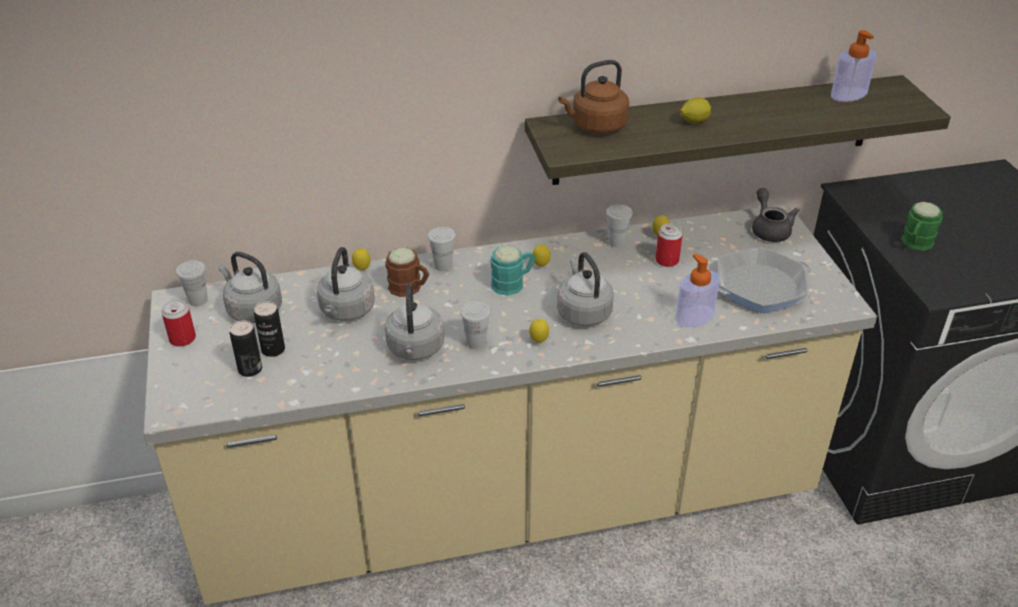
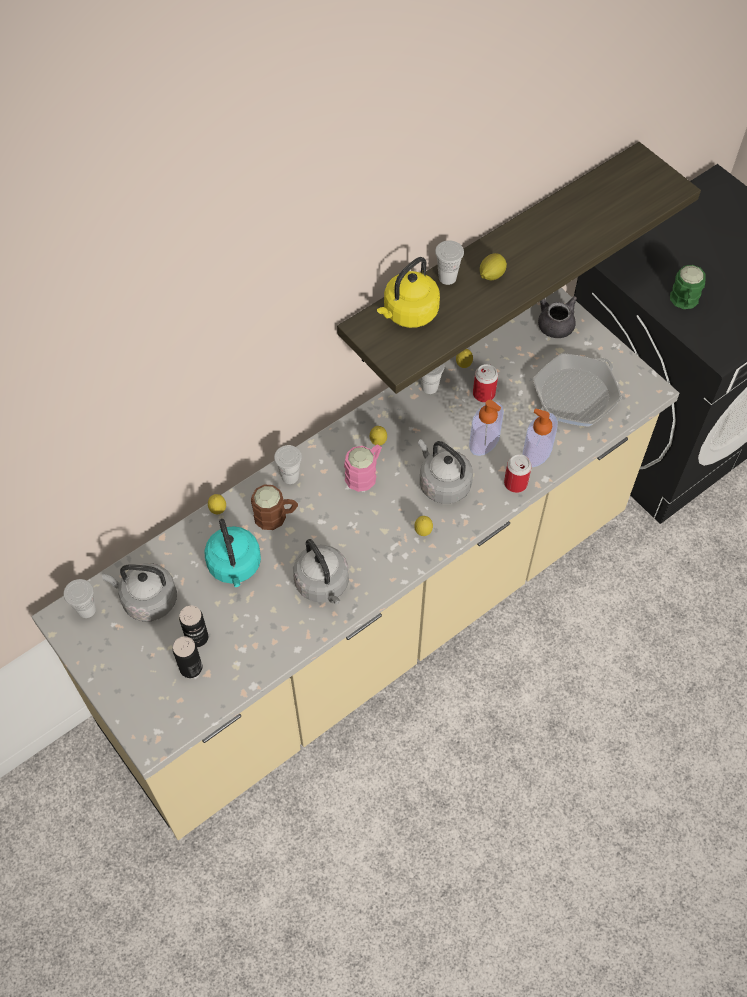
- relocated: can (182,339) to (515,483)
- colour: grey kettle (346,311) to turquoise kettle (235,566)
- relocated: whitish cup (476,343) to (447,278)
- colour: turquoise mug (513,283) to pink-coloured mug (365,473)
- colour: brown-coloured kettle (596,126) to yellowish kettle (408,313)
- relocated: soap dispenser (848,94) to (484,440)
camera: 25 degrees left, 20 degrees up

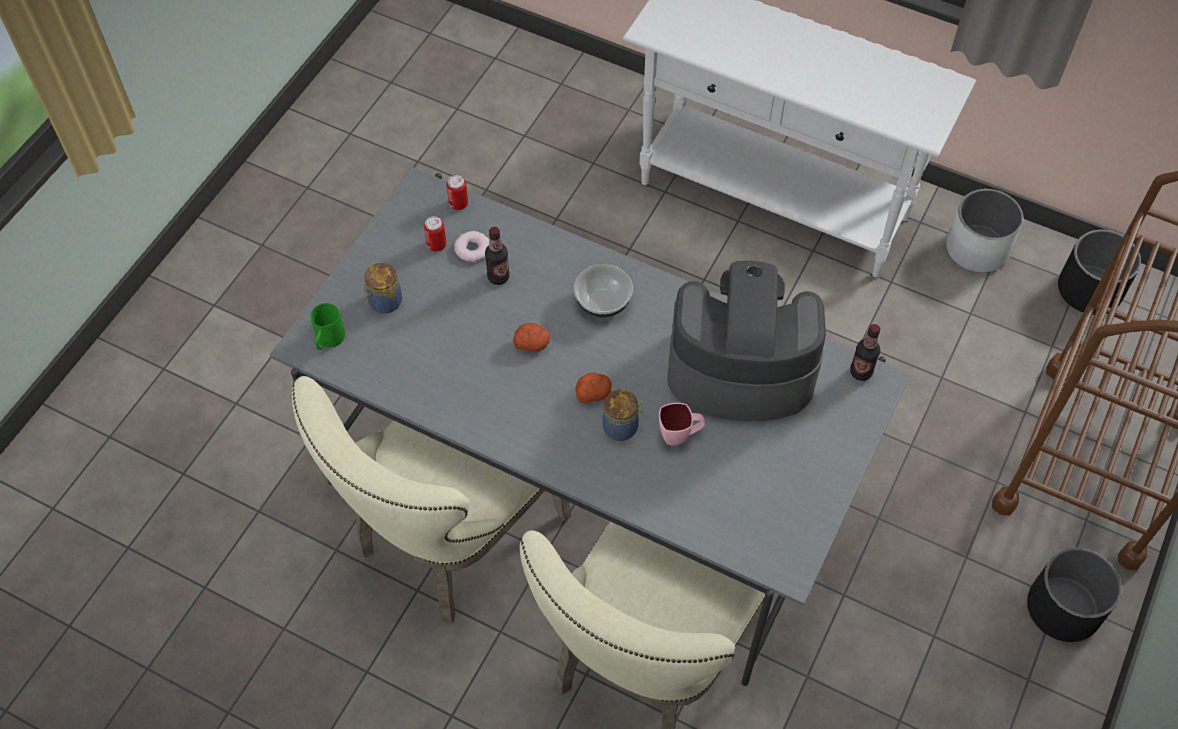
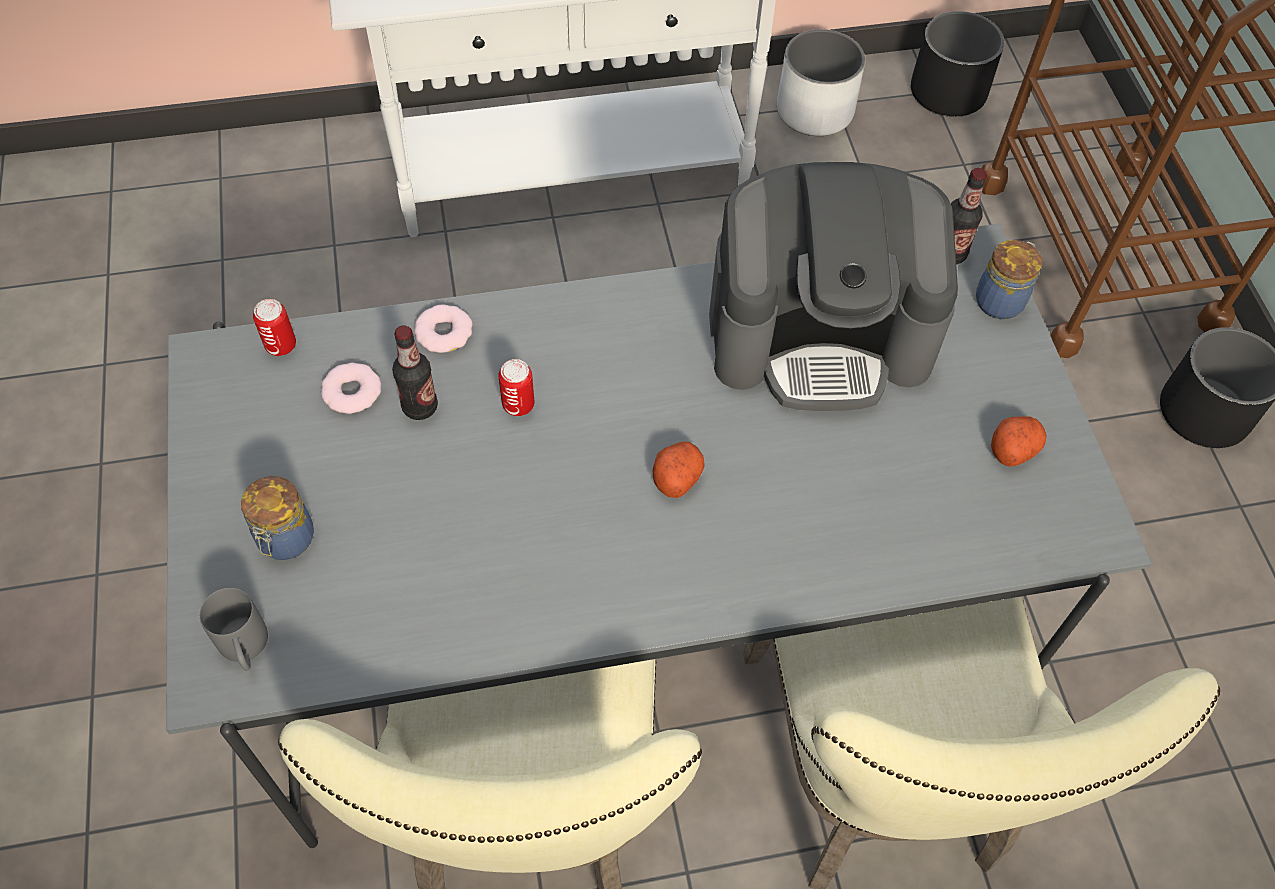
- colour: greenish mug (328,341) to grey mug (246,650)
- relocated: can (436,245) to (518,404)
- relocated: spud (532,343) to (1013,448)
- missing: serving bowl (602,302)
- relocated: preserve jar (622,427) to (1000,300)
- missing: pink-coloured mug (680,436)
- spun: coffee machine (740,368) = (820,333) 150 degrees counterclockwise
- appeared: donut (444,333)
camera: 40 degrees left, 0 degrees up

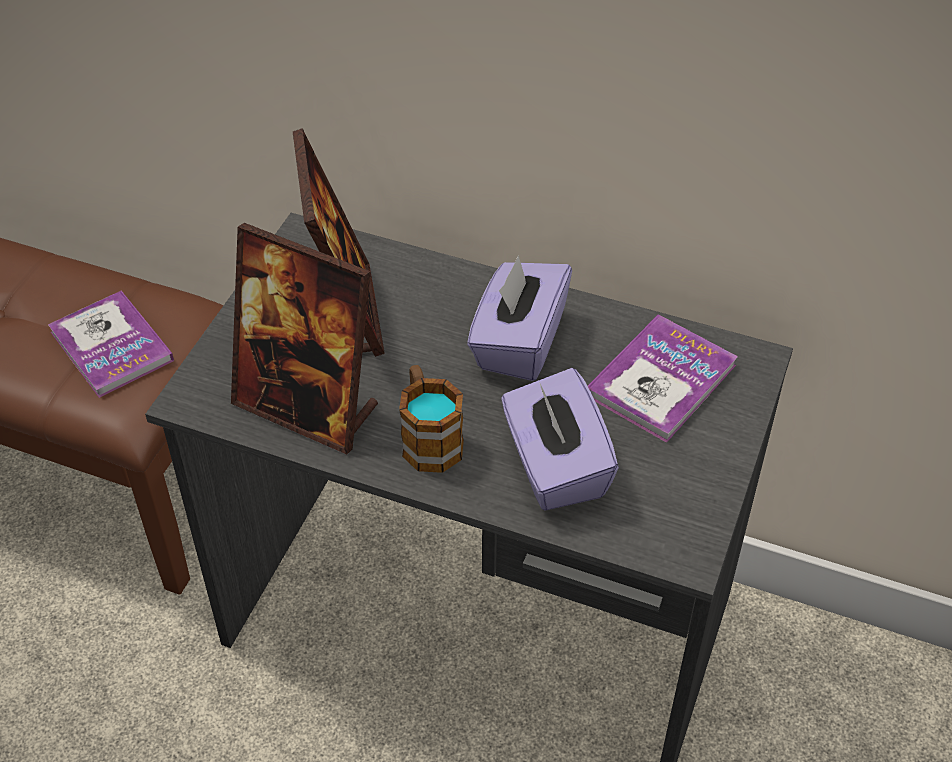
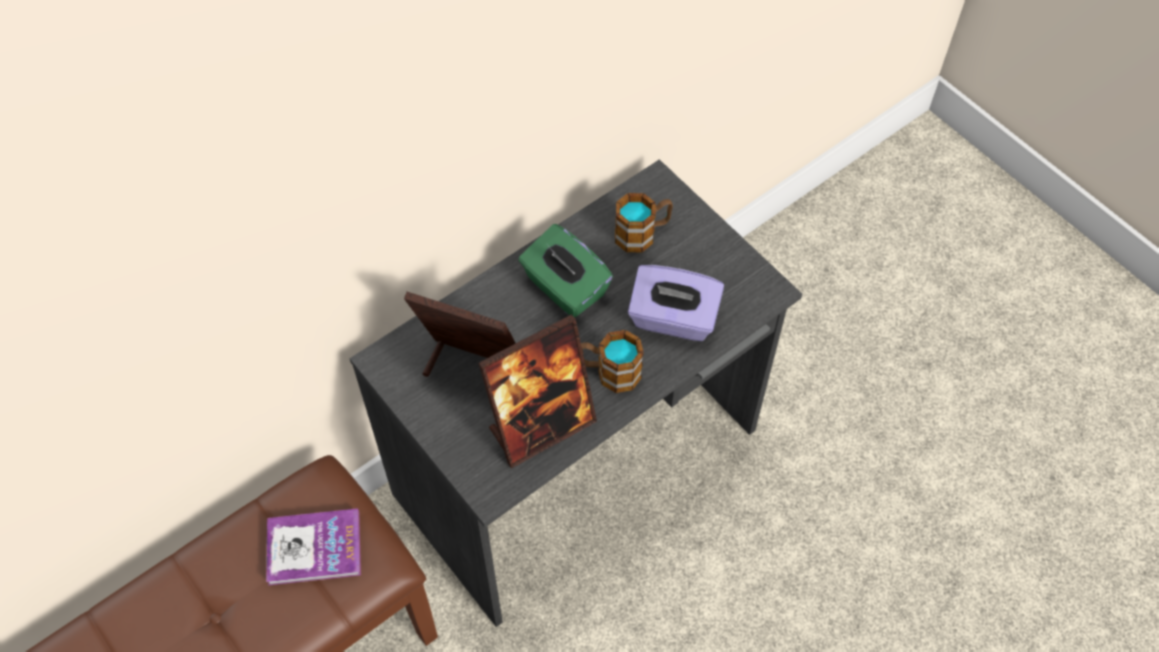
- colour: purple-coloured box of tissues (518,343) to greenish box of tissues (564,288)
- exchanged: bound book (661,380) to mug (642,233)
camera: 60 degrees left, 10 degrees up

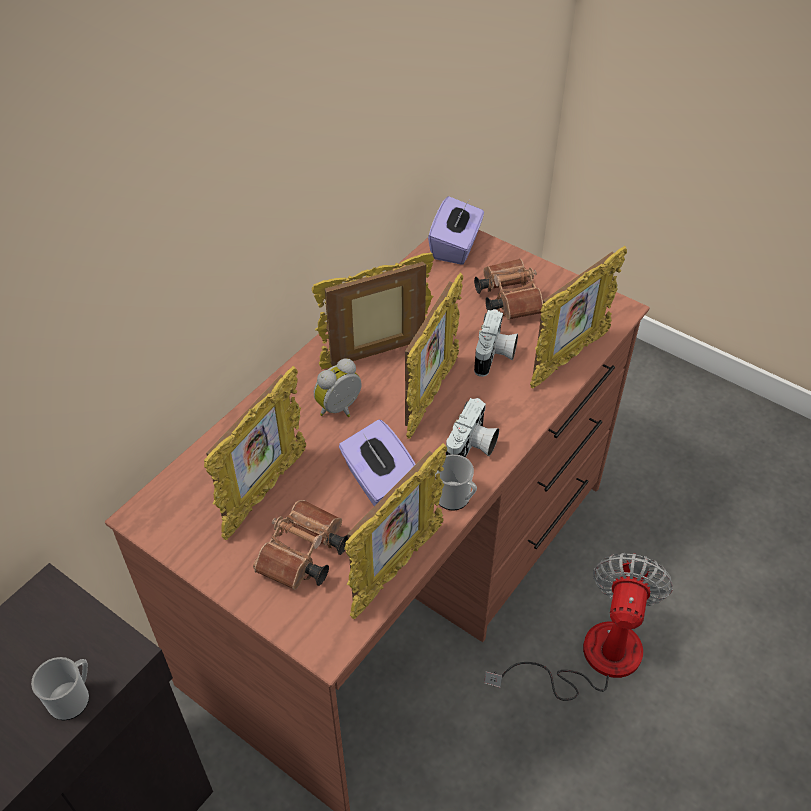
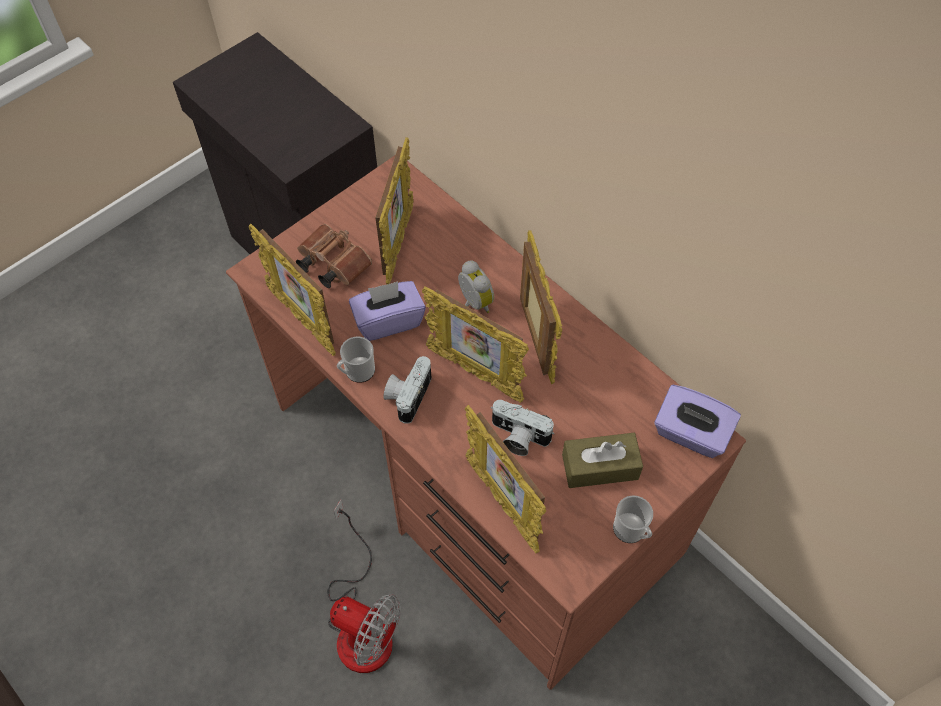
- relocated: mug (73,698) to (631,531)
- spun: picture frame (264,492) = (398,244) 120 degrees counterclockwise
- spun: photo camera (472,448) = (407,395) 75 degrees clockwise
- exchanged: brown-coloured pair of binoculars (507,299) to brown-coloured box of tissues (600,467)
camera: 100 degrees right, 10 degrees up

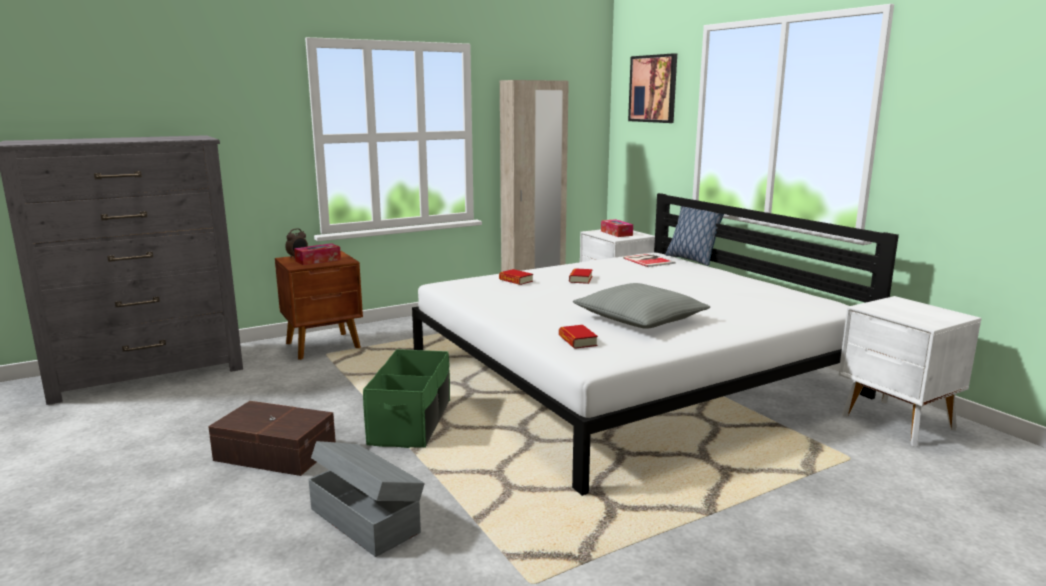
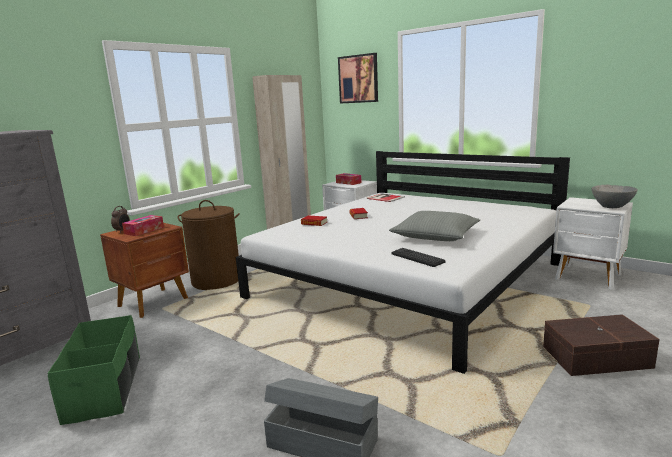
- relocated: brown-coloured storage bin (275,452) to (594,356)
- relocated: greenish storage bin (411,422) to (105,388)
- exchanged: bound book (577,341) to PC keyboard (417,258)
- missing: pillow (691,259)
- appeared: brown-coloured hamper (216,280)
- appeared: grey serving bowl (612,207)
camera: 20 degrees left, 0 degrees up

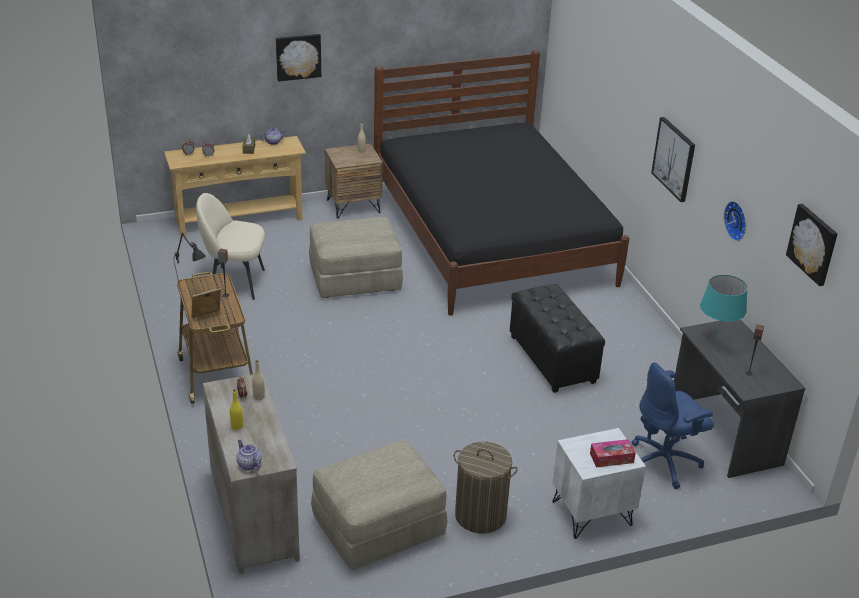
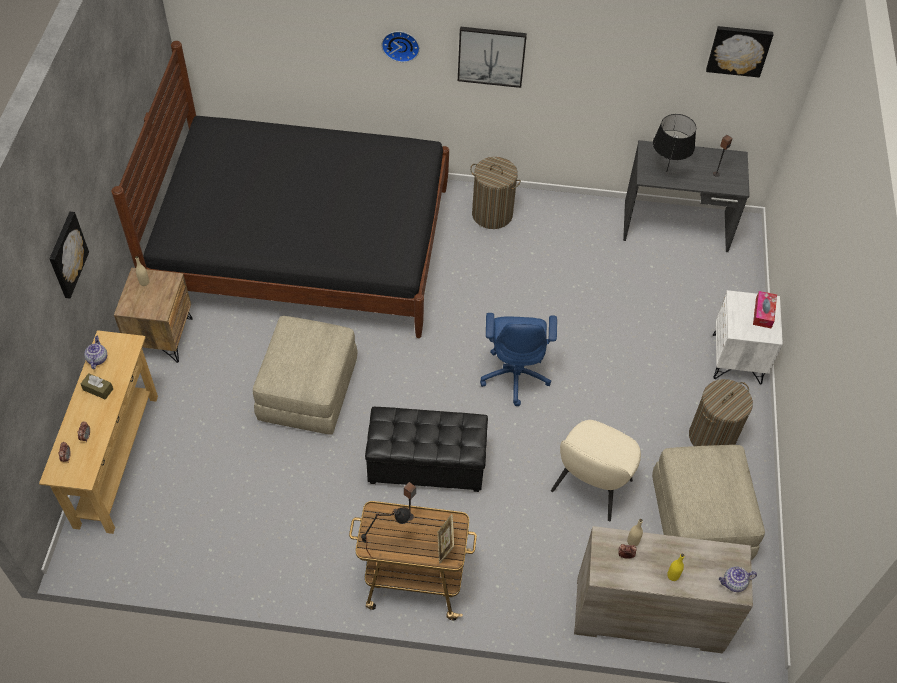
- relocated: sand-coloured plain chair (235,282) to (590,487)
- relocated: black-coloured pouffe (551,360) to (426,466)
- relocated: bluish computer chair (665,462) to (515,375)
- colour: turquoise table lamp (716,341) to black-coloured table lamp (666,171)
- relocated: hanging clock (737,220) to (401,44)
- appeared: hamper (492,214)
camera: 65 degrees left, 20 degrees up

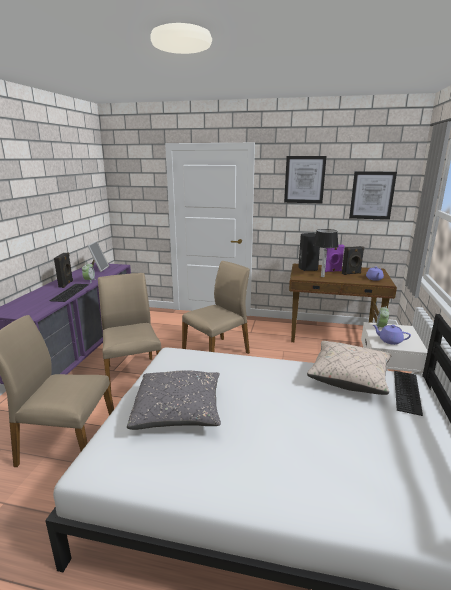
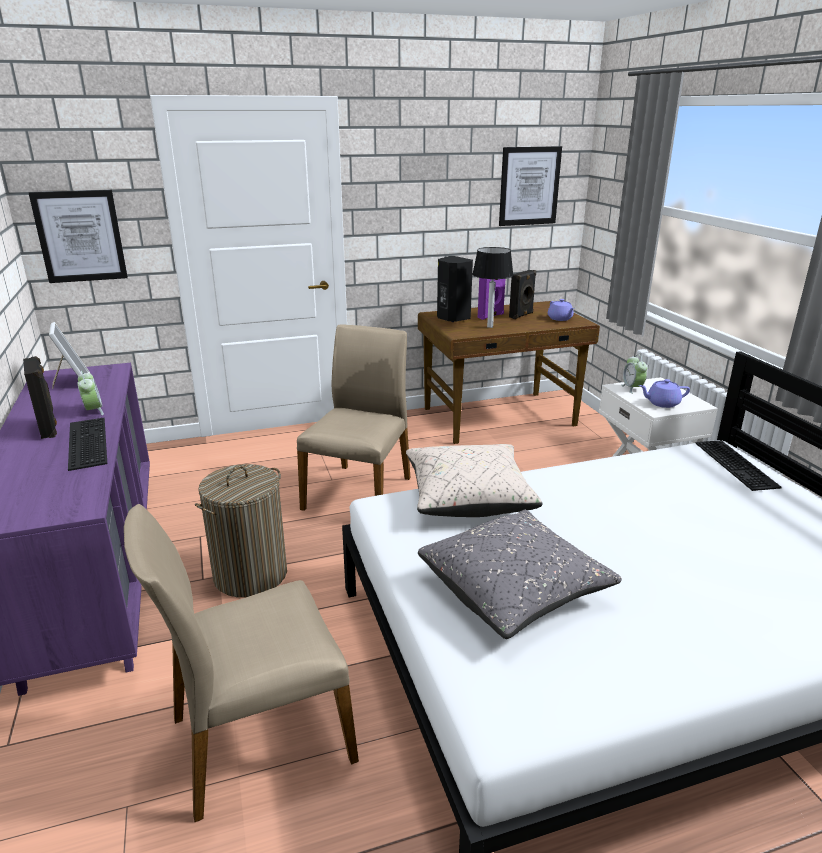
- exchanged: sand-coloured plain chair (133,375) to hamper (250,574)
- relocated: wall art (304,179) to (80,236)
- relocated: sand-coloured pillow (349,377) to (468,497)
camera: 30 degrees left, 5 degrees up

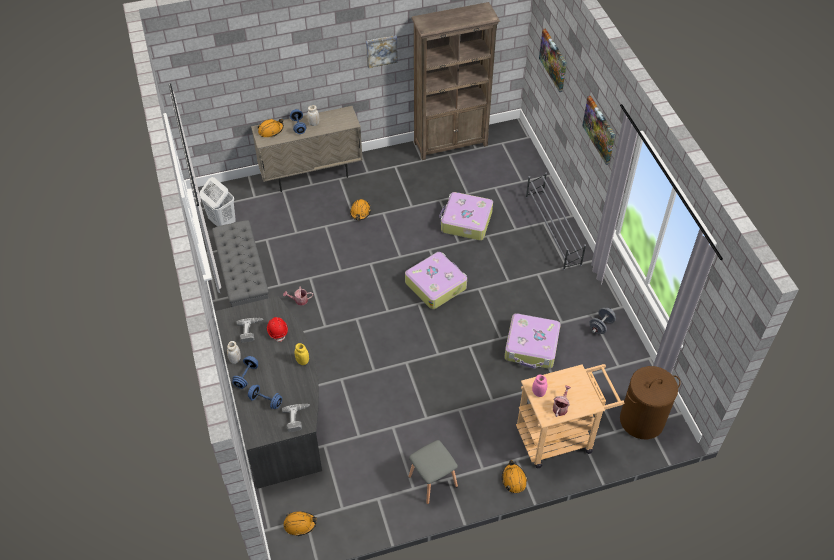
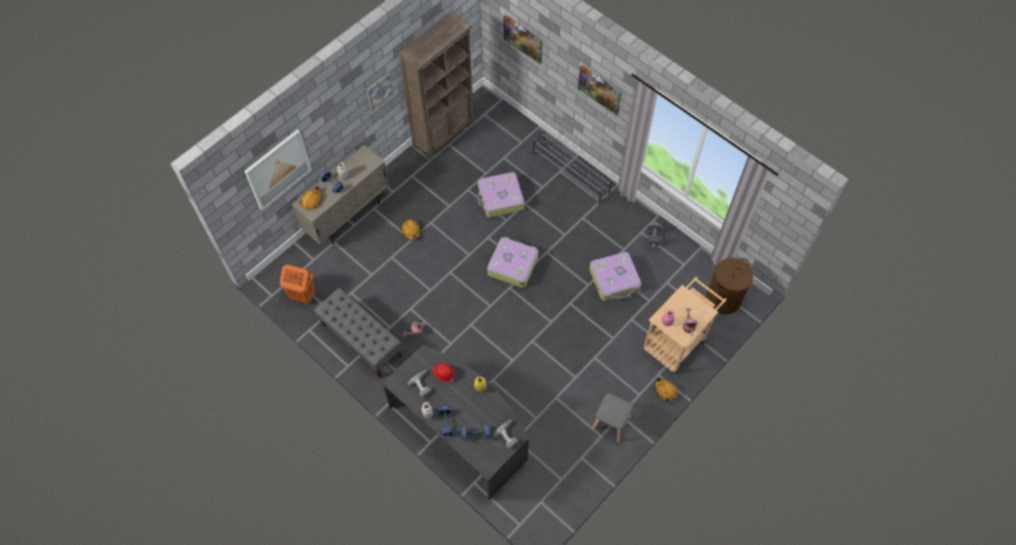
- colour: whitish hamper (222,222) to orangey hamper (302,295)
- missing: orangey hard hat (300,524)
- appeared: wall art (278,169)
camera: 30 degrees left, 10 degrees up

